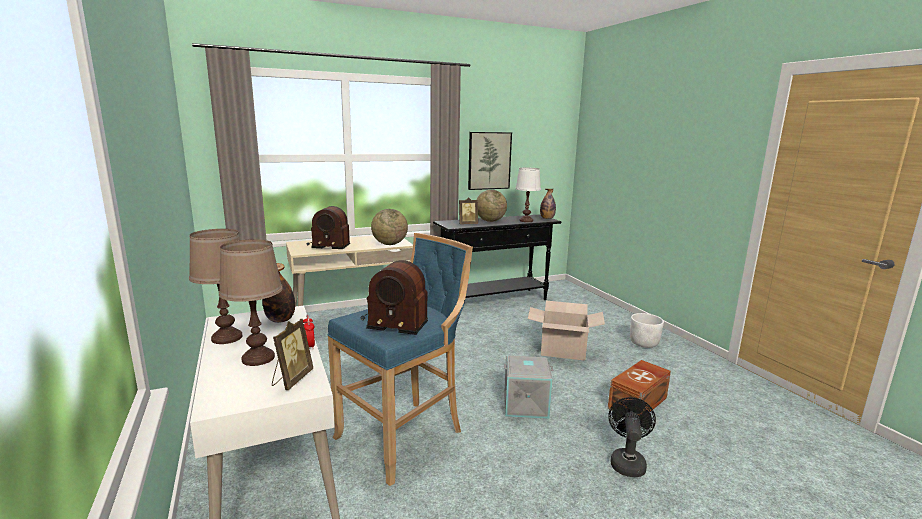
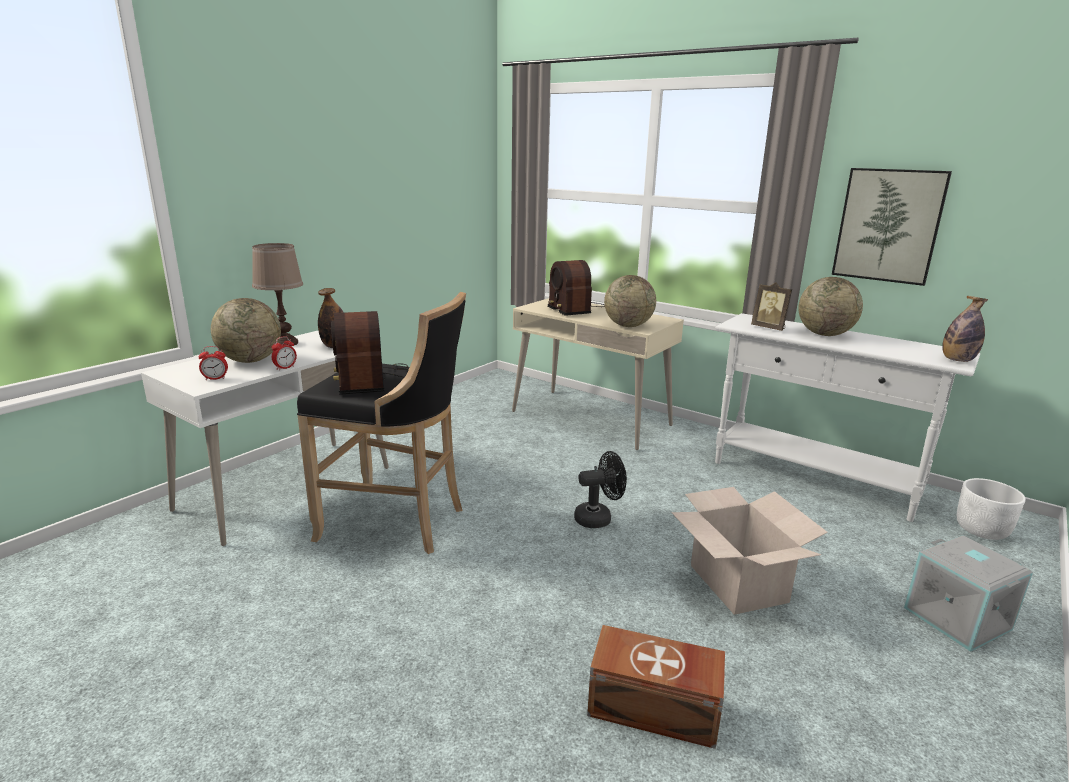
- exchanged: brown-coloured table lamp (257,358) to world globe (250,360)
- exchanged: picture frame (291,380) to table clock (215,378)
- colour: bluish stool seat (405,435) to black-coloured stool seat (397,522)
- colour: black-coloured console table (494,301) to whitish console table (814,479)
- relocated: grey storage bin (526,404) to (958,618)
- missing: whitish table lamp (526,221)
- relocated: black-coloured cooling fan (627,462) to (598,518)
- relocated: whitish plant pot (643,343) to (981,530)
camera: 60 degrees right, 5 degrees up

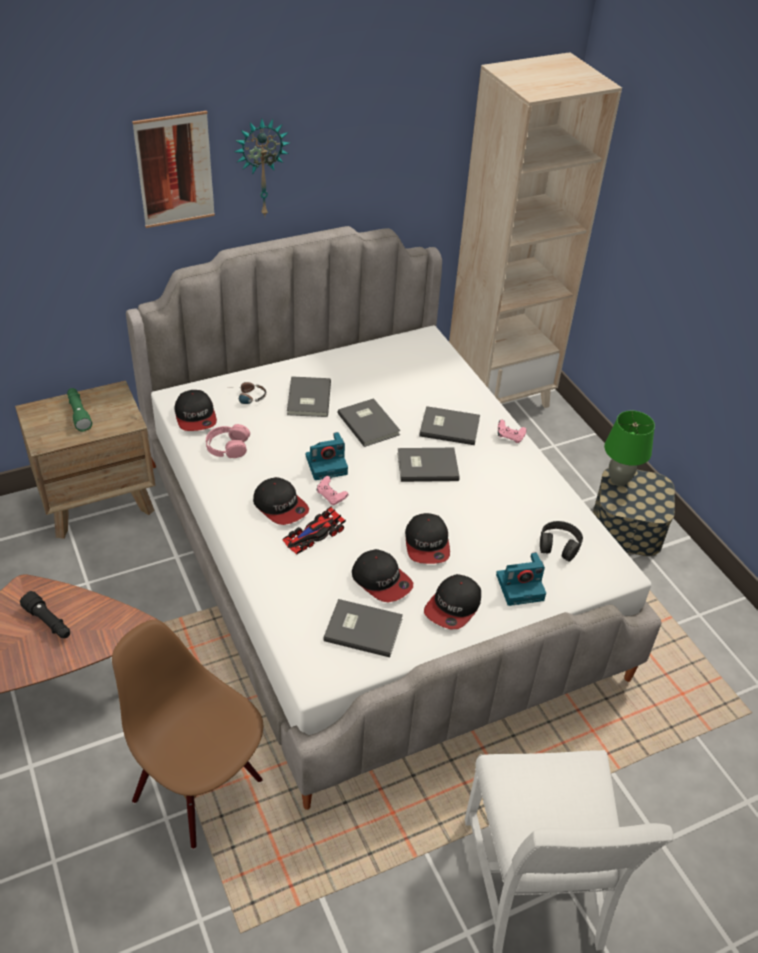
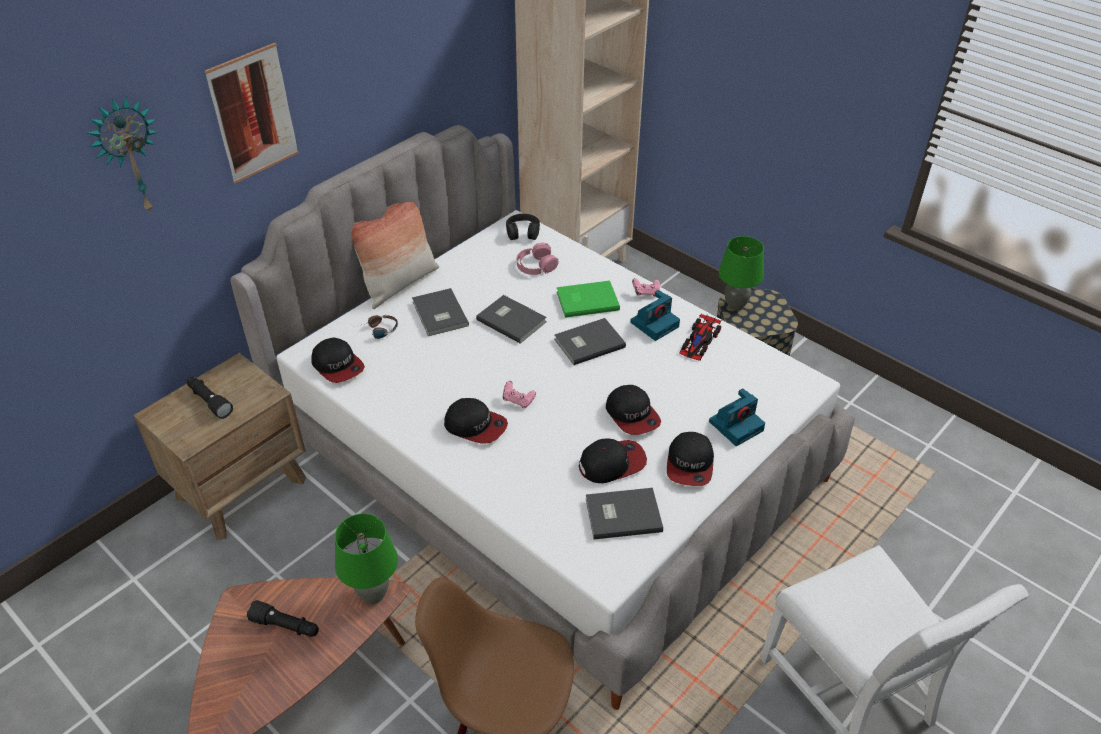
- colour: greenish hand torch (78,414) to black-coloured hand torch (209,401)
- relocated: pink-coloured pair of headphones (227,446) to (536,265)
- relocated: hanging clock (261,167) to (129,156)
- relocated: model car (314,534) to (699,341)
- relocated: photo camera (327,464) to (655,324)
- spun: baseball cap (382,580) = (612,463) 45 degrees counterclockwise
- colour: grey bound book (449,426) to greenish bound book (586,300)
- relocated: black-coloured pair of headphones (559,545) to (523,232)
- appeared: greenish table lamp (373,594)
- appeared: pillow (399,284)
camera: 20 degrees left, 0 degrees up

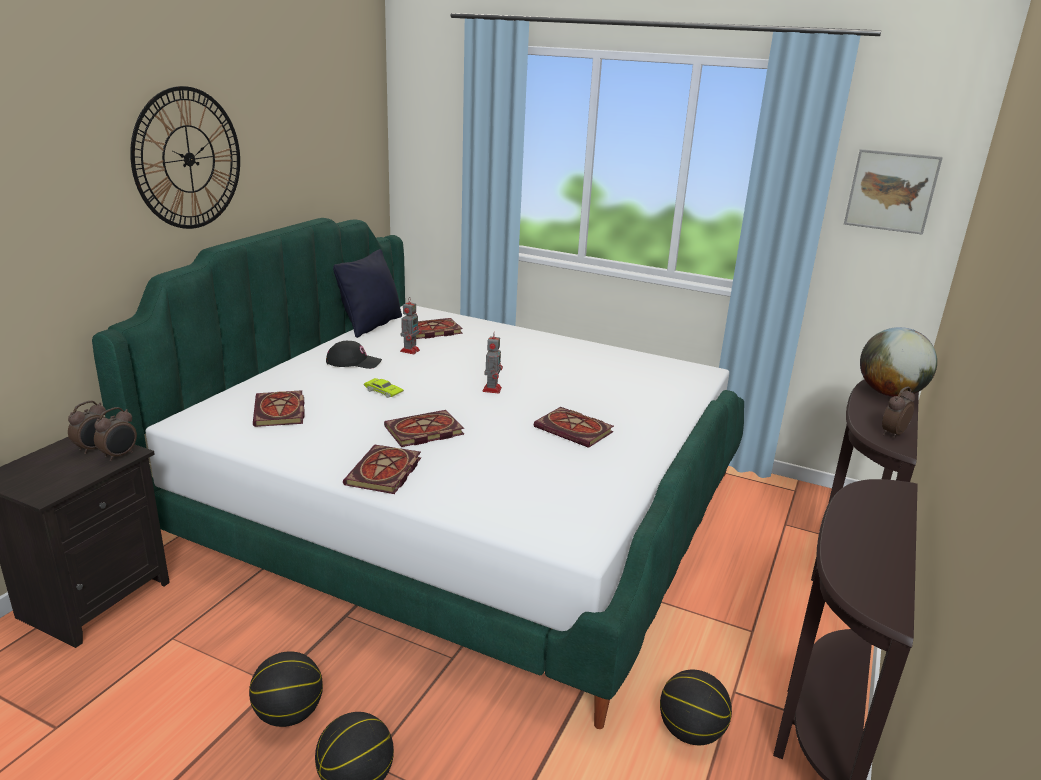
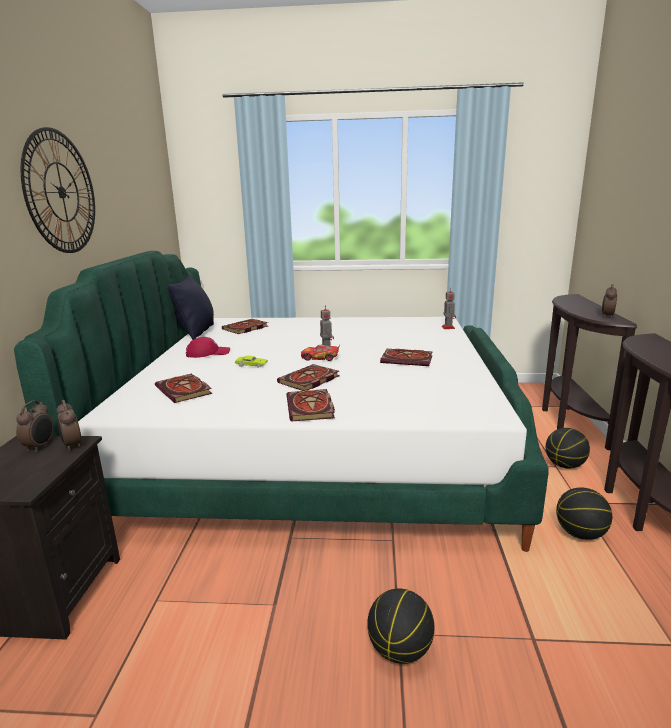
- spun: table clock (119,455) = (72,446) 135 degrees clockwise
- relocated: ball for basketball (288,714) to (564,465)
- colour: black-coloured baseball cap (353,362) to reddish baseball cap (208,353)
- relocated: model robot (410,350) to (448,327)
- missing: wall art (891,191)
- missing: world globe (889,393)
- appeared: model car (320,358)
camera: 20 degrees left, 5 degrees down

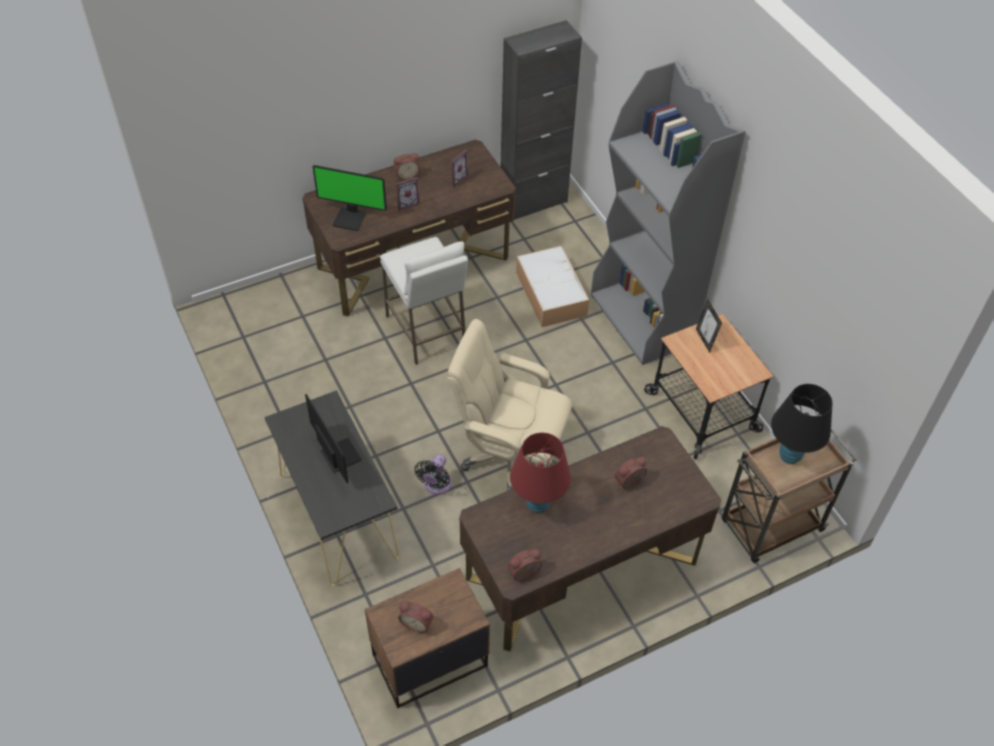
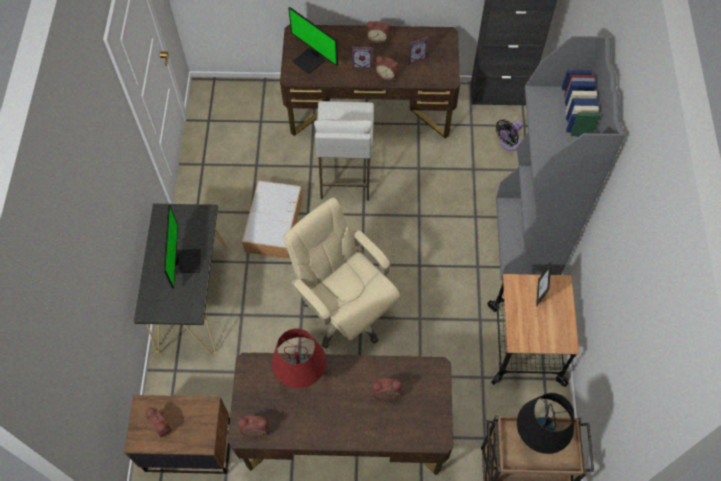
- relocated: black-coloured cooling fan (436,485) to (508,143)
- relocated: storage bin (550,293) to (274,223)
- appeared: table clock (386,74)
camera: 30 degrees right, 10 degrees up

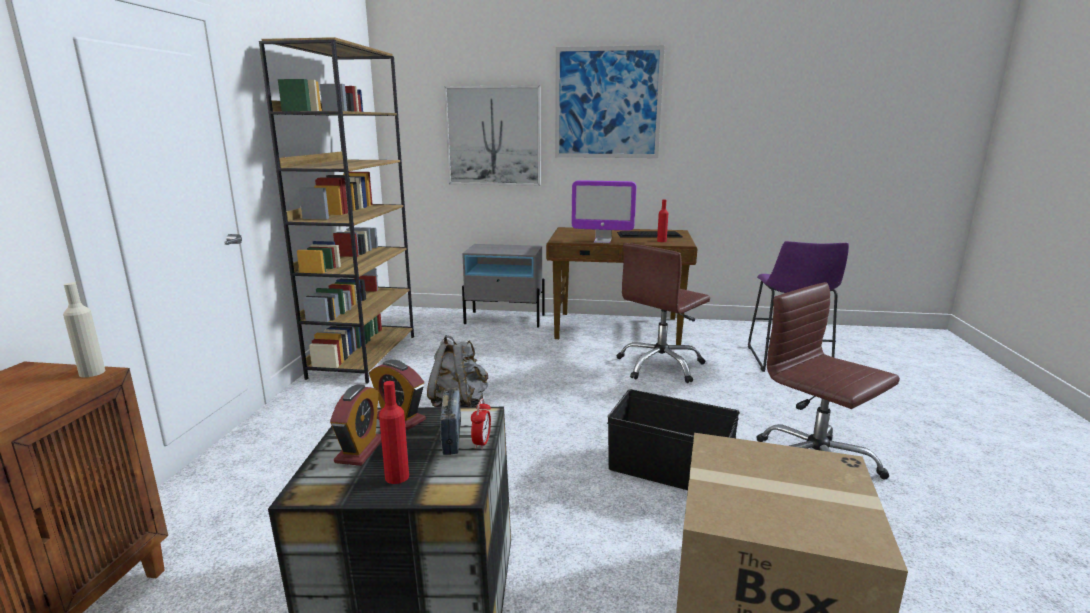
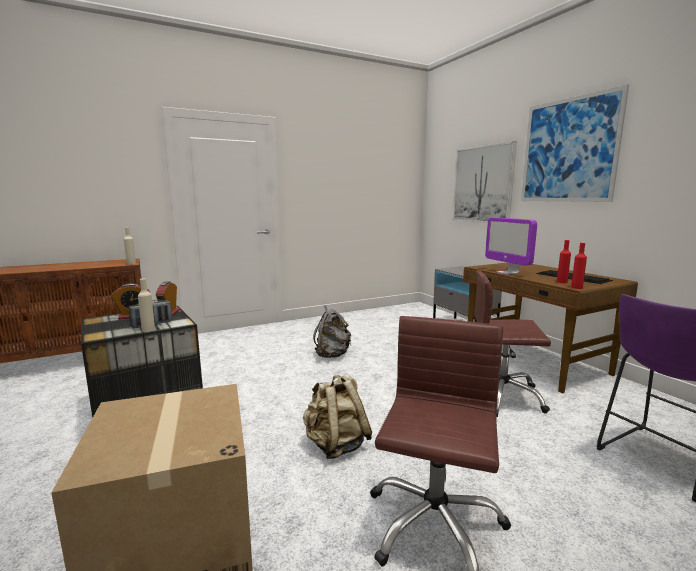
- missing: brown-coloured bookshelf (364,356)
- relocated: reddish drink bottle (397,477) to (576,287)
- exchanged: table clock (481,443) to sand-coloured drink bottle (148,329)
- exchanged: black-coloured storage bin (670,470) to sand-coloured rucksack (336,445)
camera: 55 degrees right, 5 degrees down

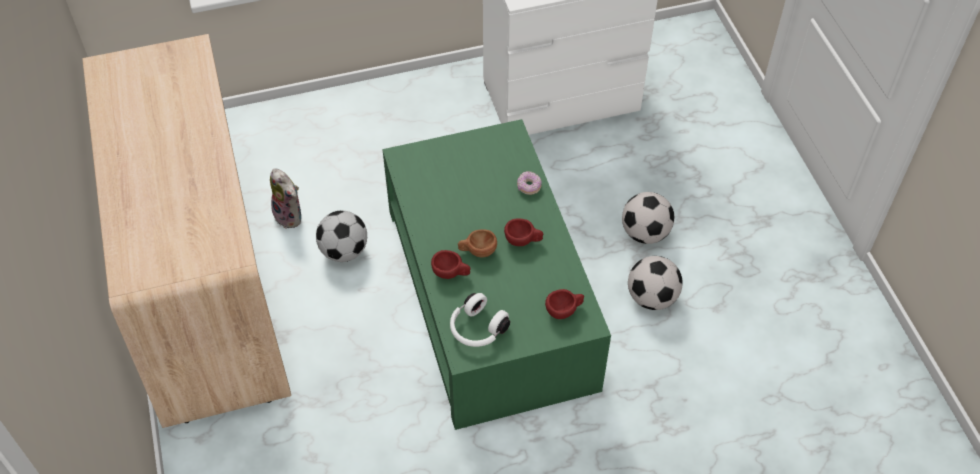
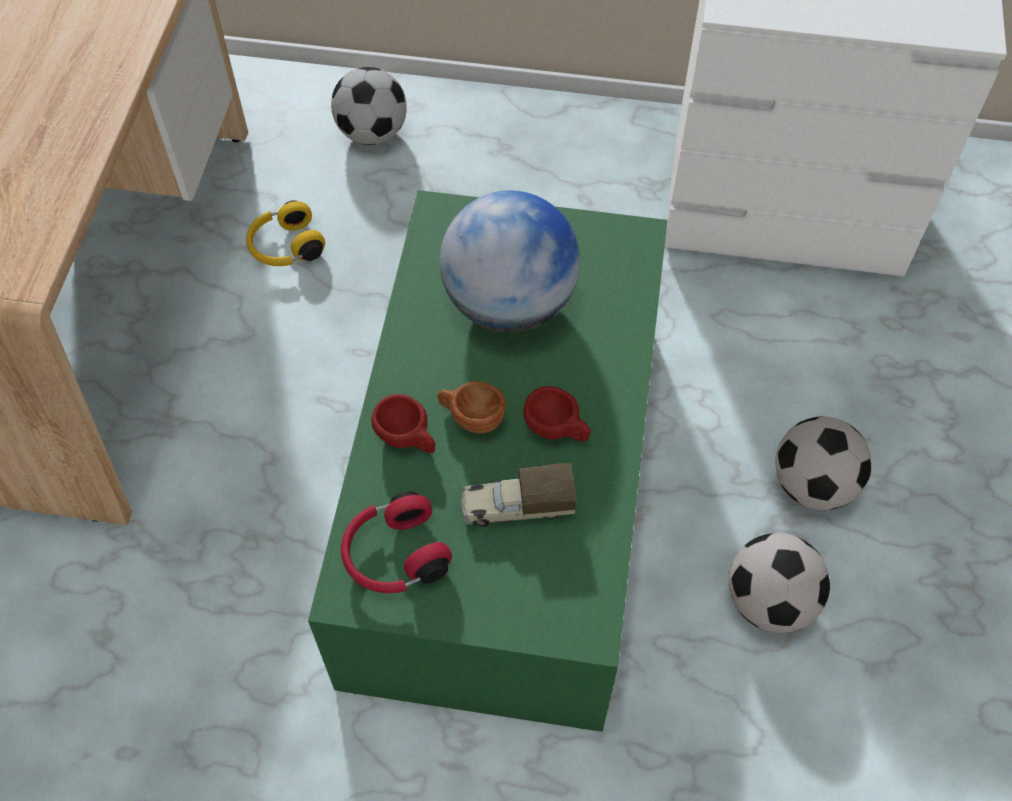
- exchanged: plush toy (290,216) to yellowish pair of headphones (285,247)
- relocated: football (344,251) to (373,132)
- colour: whitish pair of headphones (477,329) to reddish pair of headphones (394,556)
- missing: donut (529,187)
- missing: reddish cup (564,310)
- appeared: world globe (509,303)
- appeared: model truck (516,506)
camera: 25 degrees right, 5 degrees up

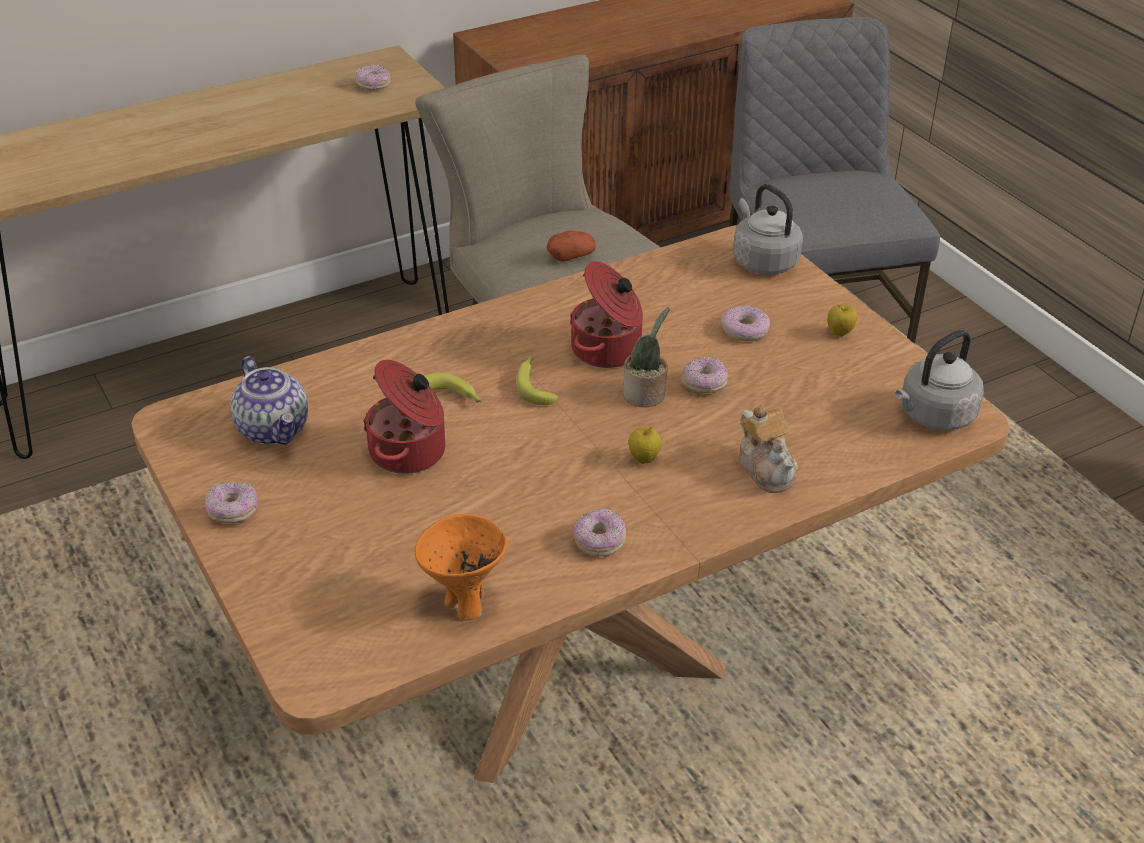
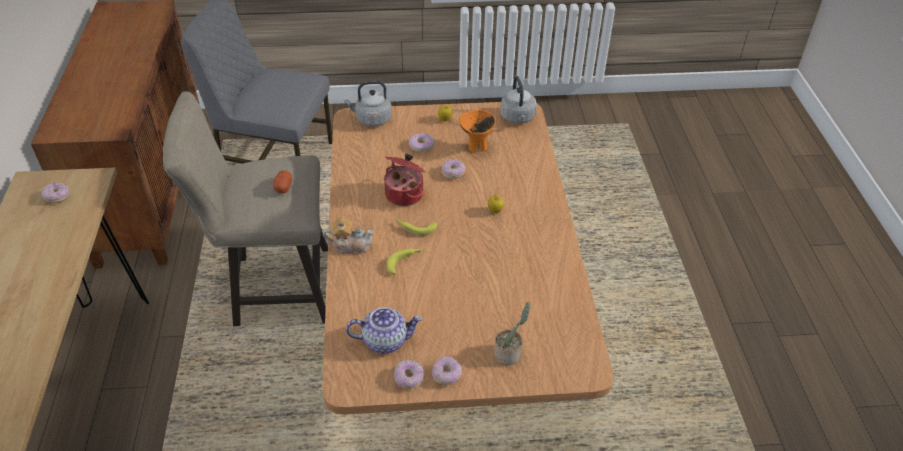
- missing: saucepot (409,452)
- relocated: orangey serving bowl (465,603) to (477,147)
- relocated: donut (599,541) to (409,378)
- relocated: plant in a pot (646,396) to (509,354)
- relocated: pot for tea (766,469) to (350,245)
camera: 65 degrees left, 5 degrees up

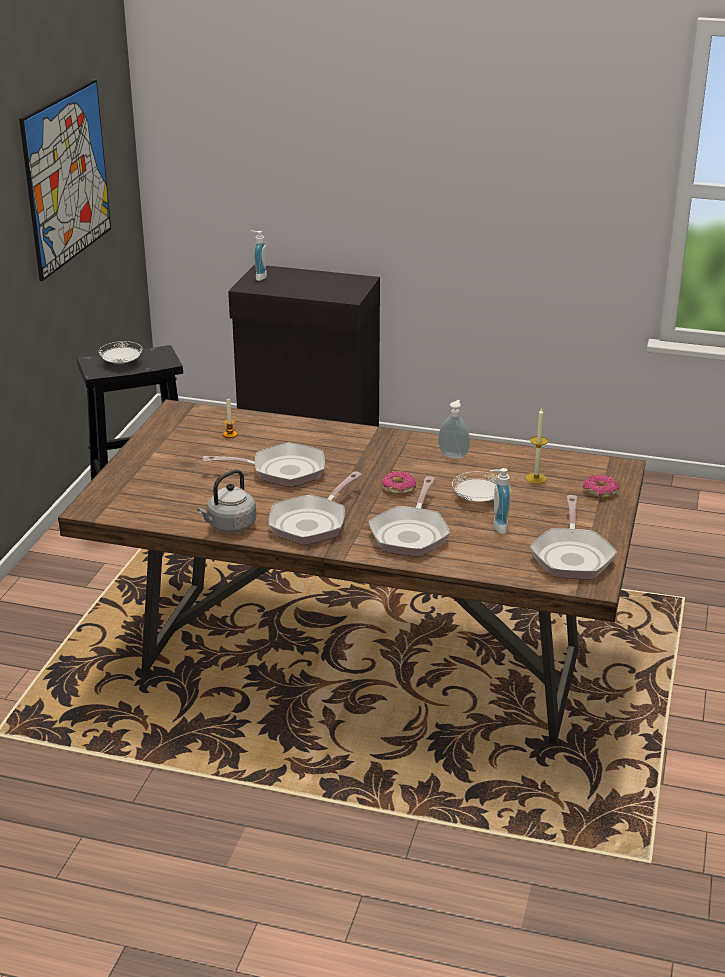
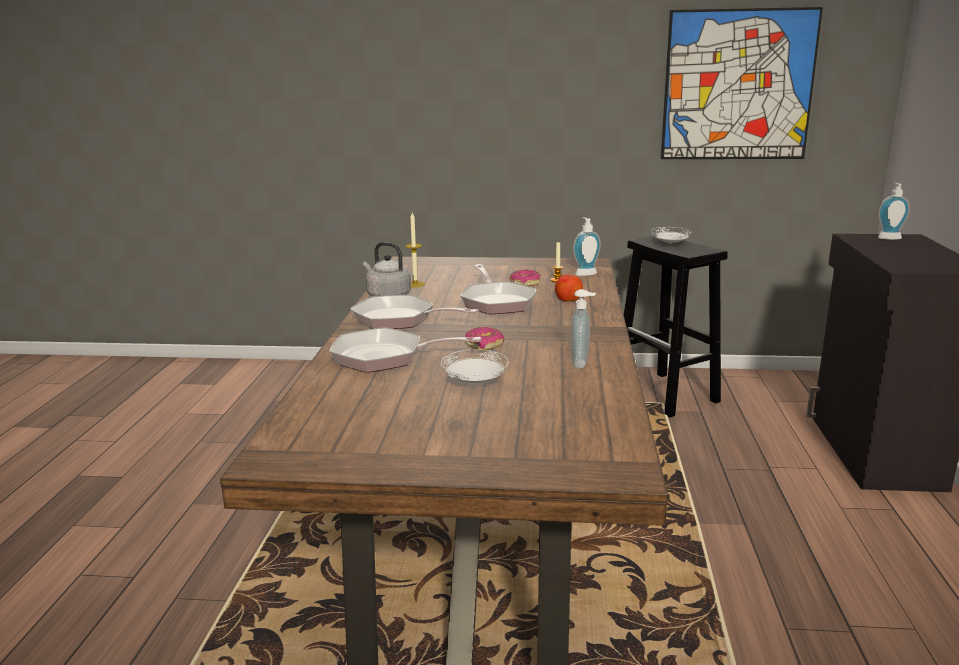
- relocated: soap dispenser (497,527) to (584,273)
- relocated: wax light (536,478) to (415,284)
- missing: pan (572,556)
- relocated: donut (600,492) to (525,284)
- appeared: apple (568,299)
camera: 80 degrees right, 10 degrees down

